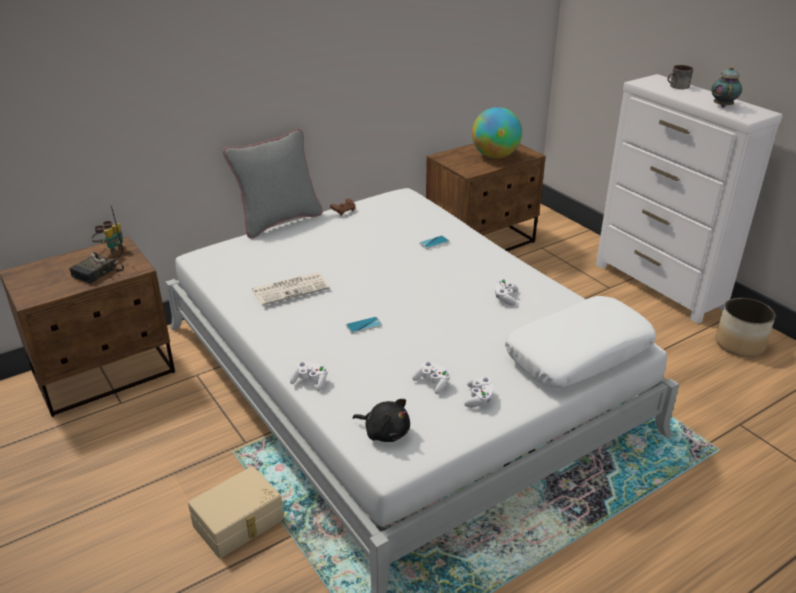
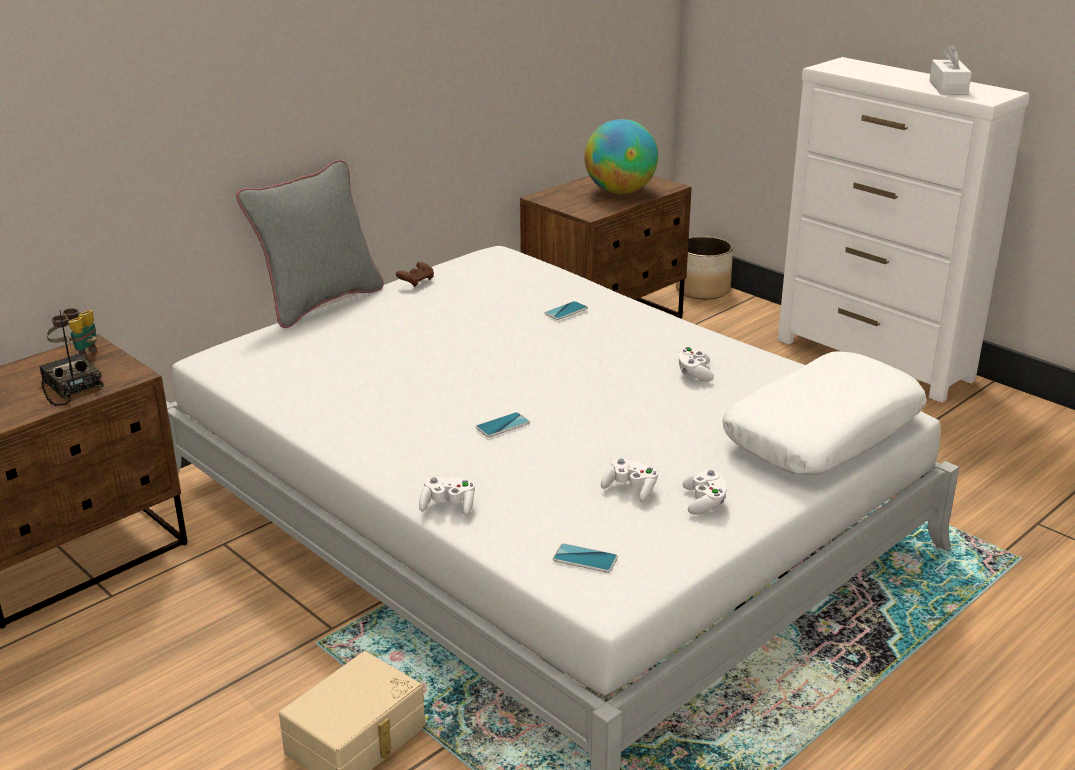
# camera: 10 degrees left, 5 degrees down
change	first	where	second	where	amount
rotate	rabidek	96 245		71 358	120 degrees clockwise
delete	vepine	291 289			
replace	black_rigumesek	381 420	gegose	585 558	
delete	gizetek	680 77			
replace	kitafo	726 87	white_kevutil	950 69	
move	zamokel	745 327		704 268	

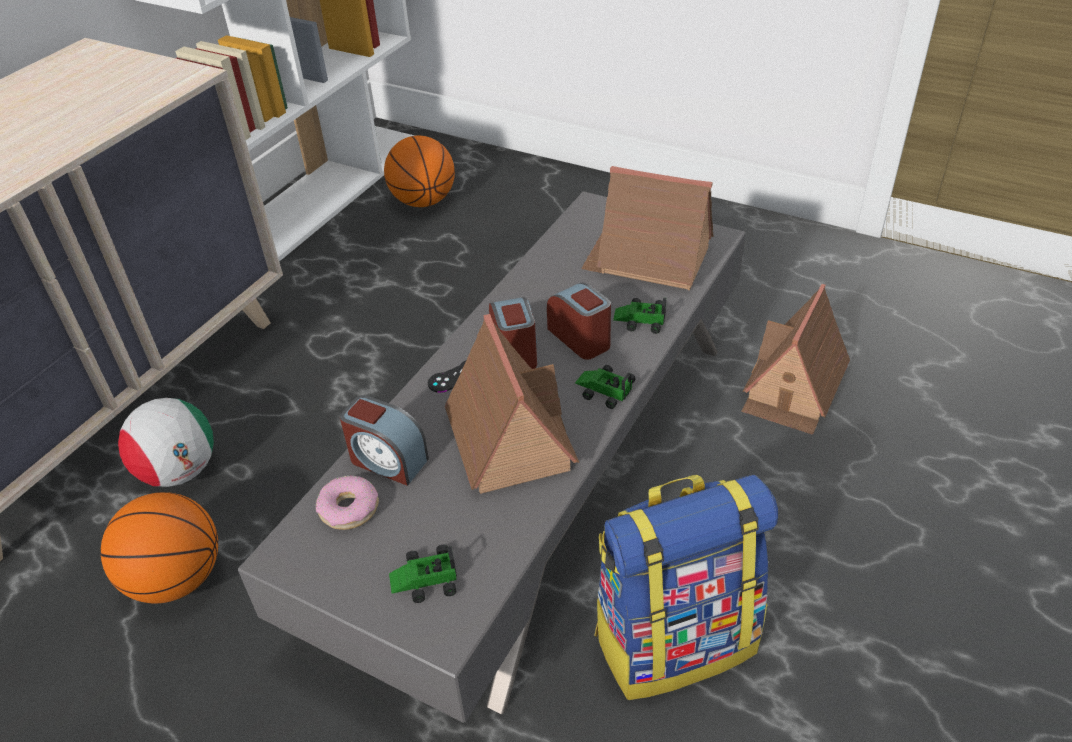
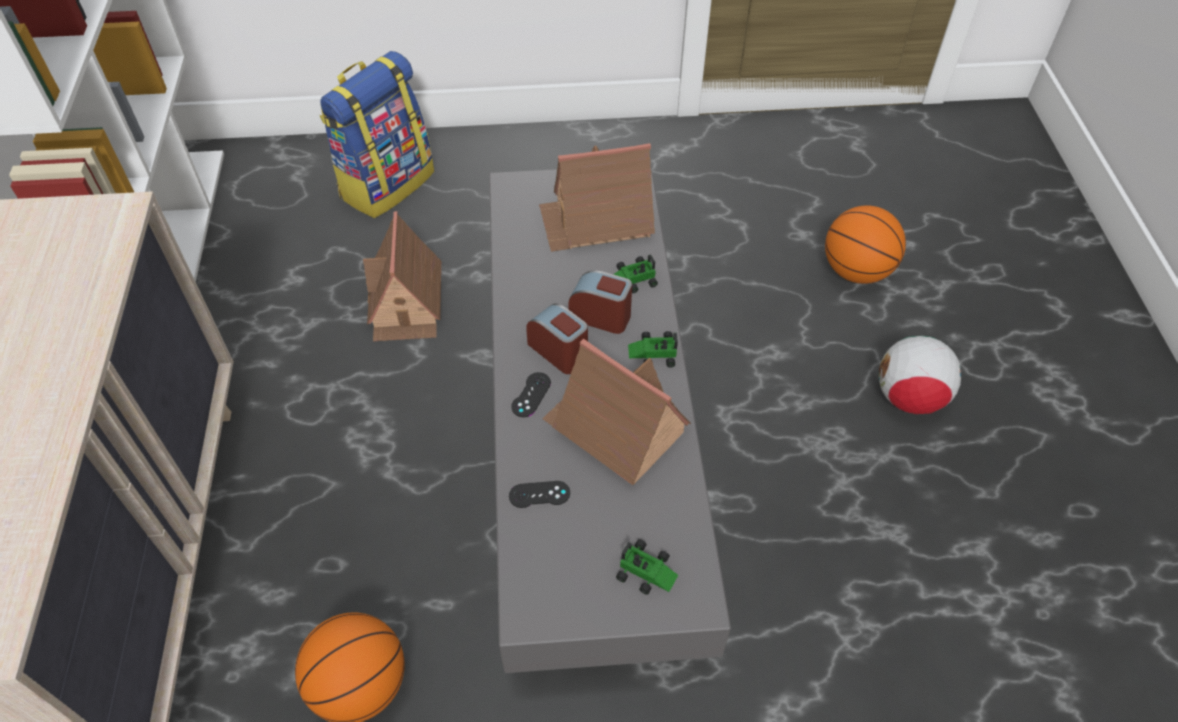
# camera: 35 degrees left, 10 degrees up
change	first	where	second	where	amount
move	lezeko	166 442		920 375	
delete	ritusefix	347 502			
replace	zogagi	384 440	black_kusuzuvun	539 494	
move	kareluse	419 171		865 244	
rotate	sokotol	423 574		647 567	105 degrees counterclockwise
move	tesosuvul	686 587		377 134	
move	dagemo	795 359		402 276	

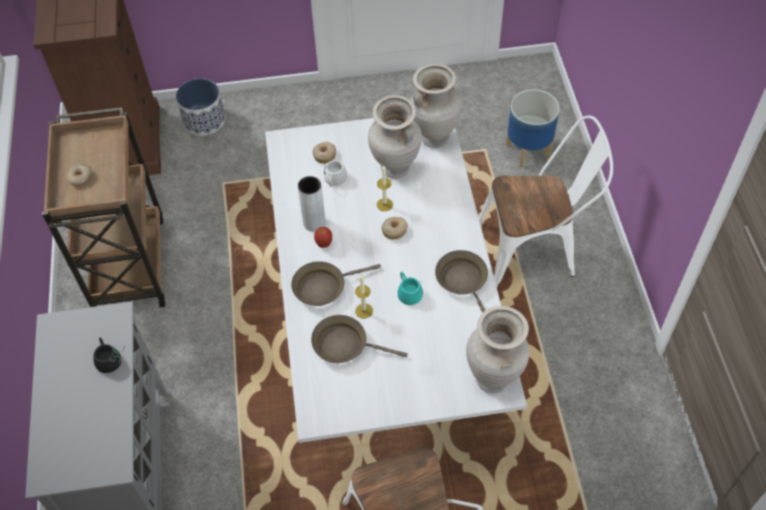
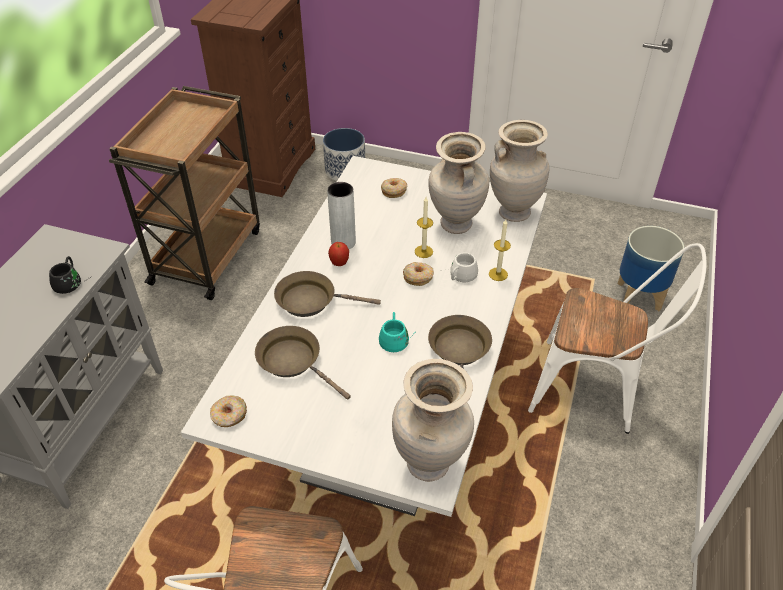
# camera: 25 degrees right, 10 degrees down
change	first	where	second	where	amount
move	ritusefix	79 174		228 411	
move	white_gizetek	333 173		460 267	
move	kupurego	364 296		500 250	

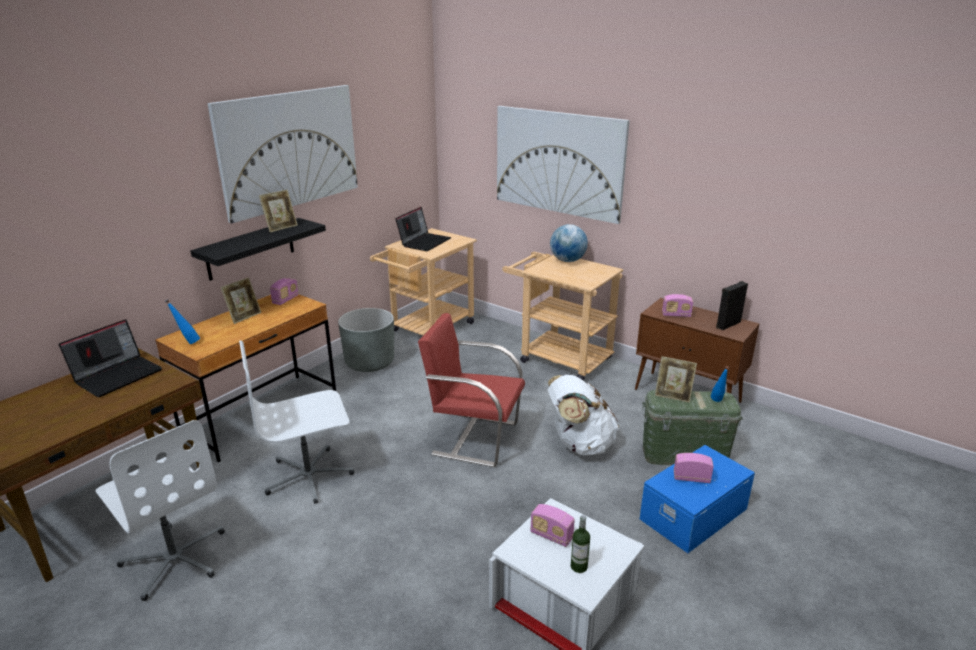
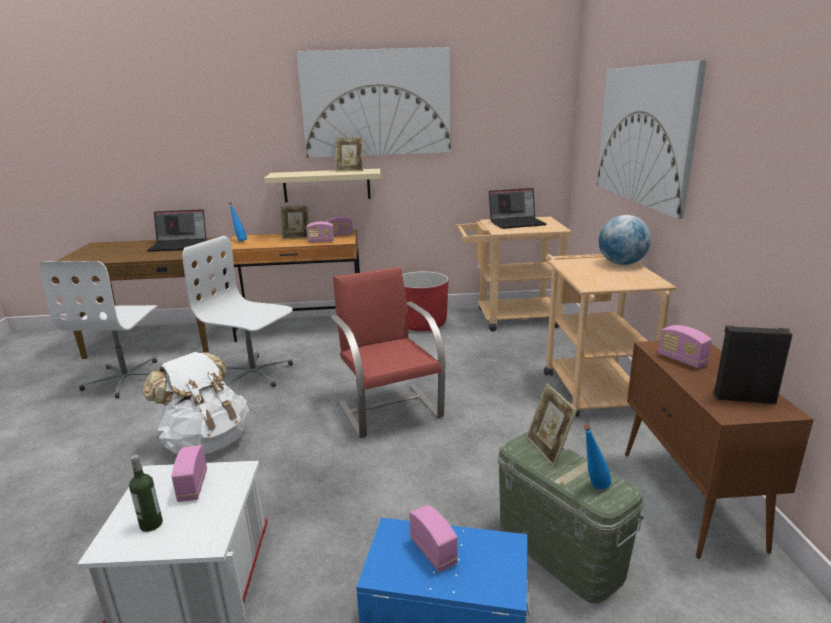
# camera: 50 degrees right, 5 degrees down
change	first	where	second	where	amount
recolor	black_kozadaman	258 249	beige_kozadaman	322 185	
recolor	grey_zamokel	366 340	red_zamokel	425 301	
move	white_tesosuvul	583 415		196 403	
insert			rabidek	320 232	

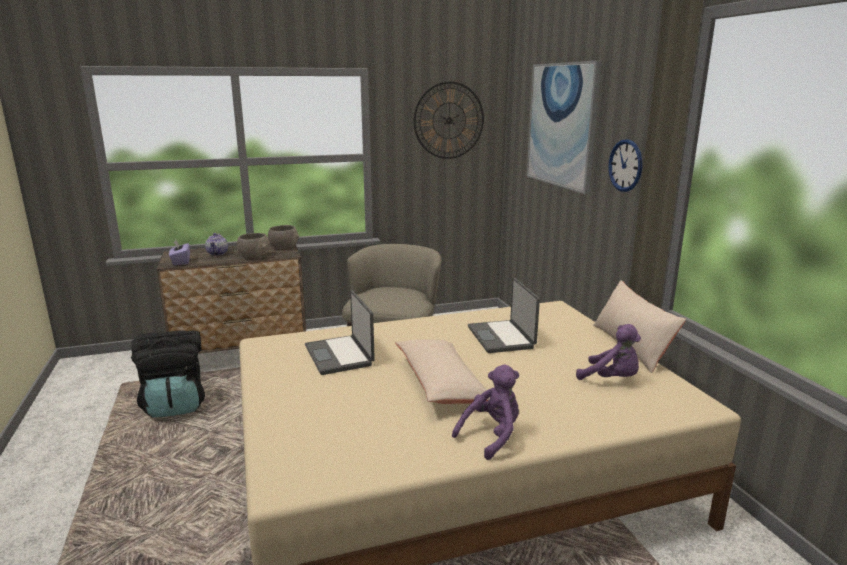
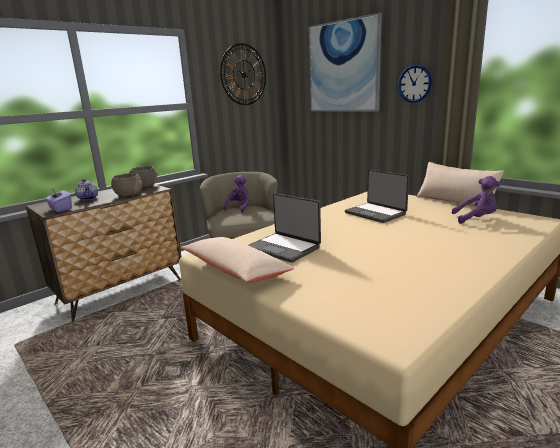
# camera: 25 degrees left, 0 degrees up
change	first	where	second	where	amount
delete	black_tesosuvul	168 374			
move	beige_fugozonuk	442 371		238 260	
move	purple_rigumesek	485 412		237 194	

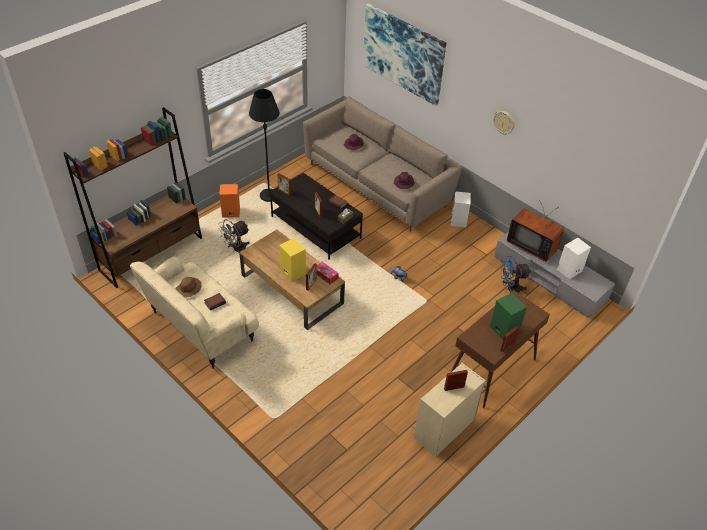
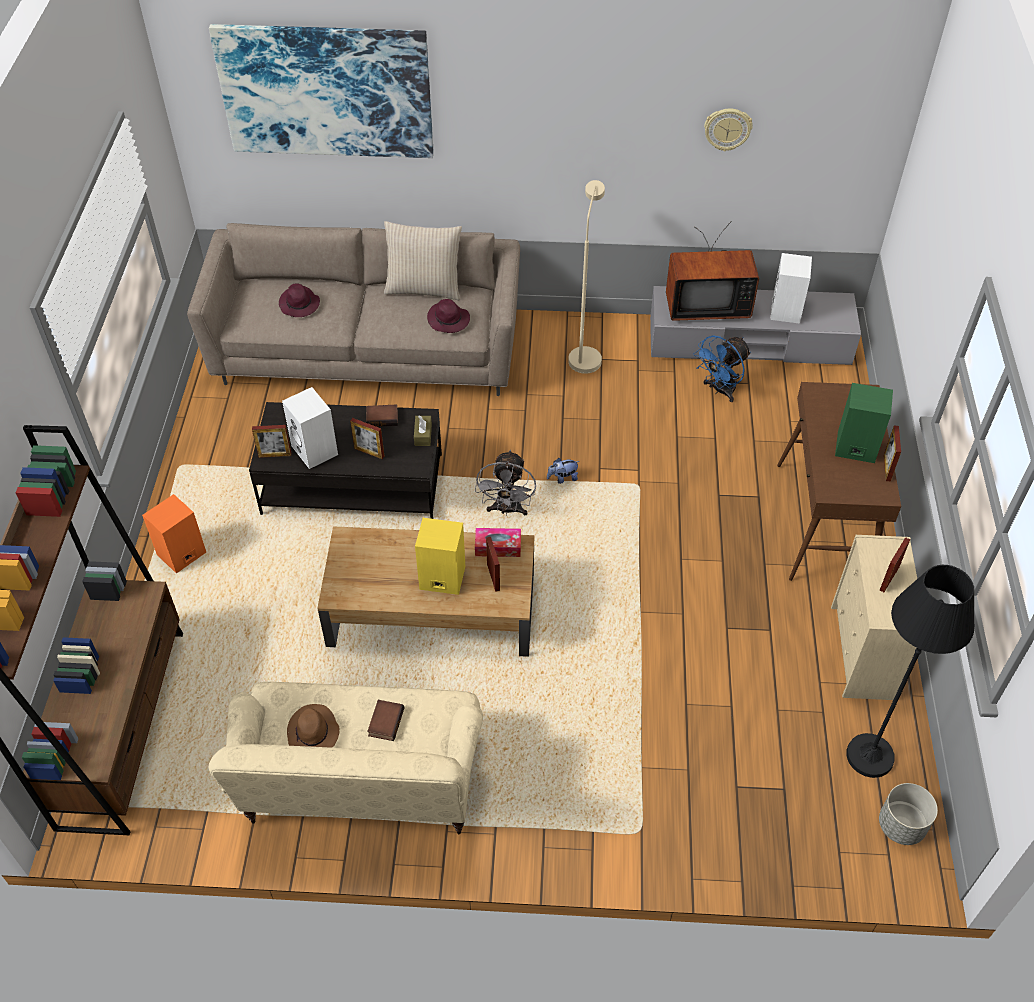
# camera: 40 degrees left, 5 degrees up
change	first	where	second	where	amount
move	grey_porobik	234 236		505 483	
move	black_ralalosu	264 145		910 671	
move	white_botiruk	461 209		310 428	
move	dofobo	504 123		728 130	
insert			beige_fugozonuk	423 260	
insert			beige_ralalosu	586 277	
insert			grey_zamokel	908 814	

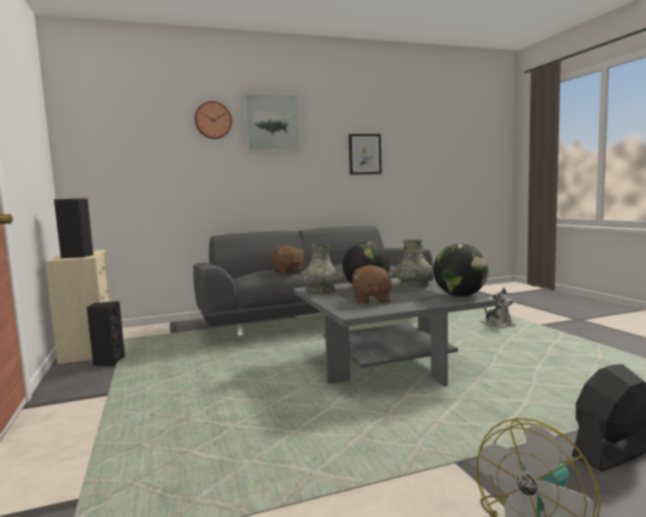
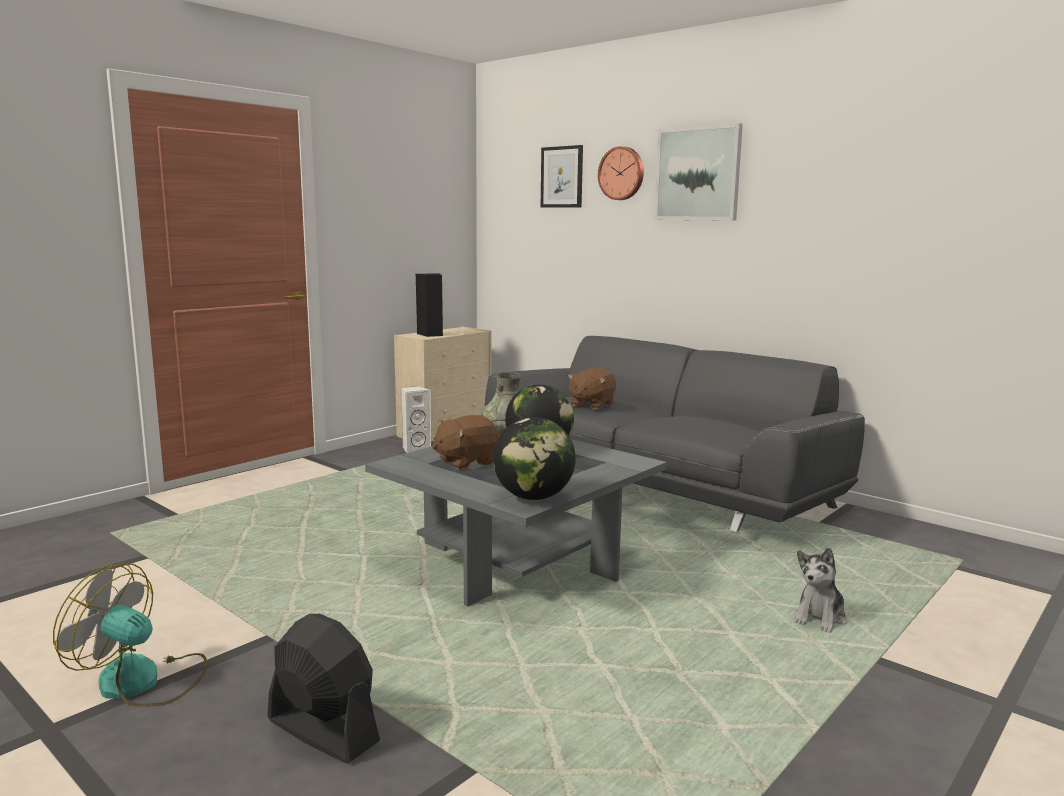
# camera: 60 degrees right, 5 degrees up
change	first	where	second	where	amount
recolor	black_botiruk	106 334	white_botiruk	416 419	
move	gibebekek	365 154		562 176	
delete	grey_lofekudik	414 263			

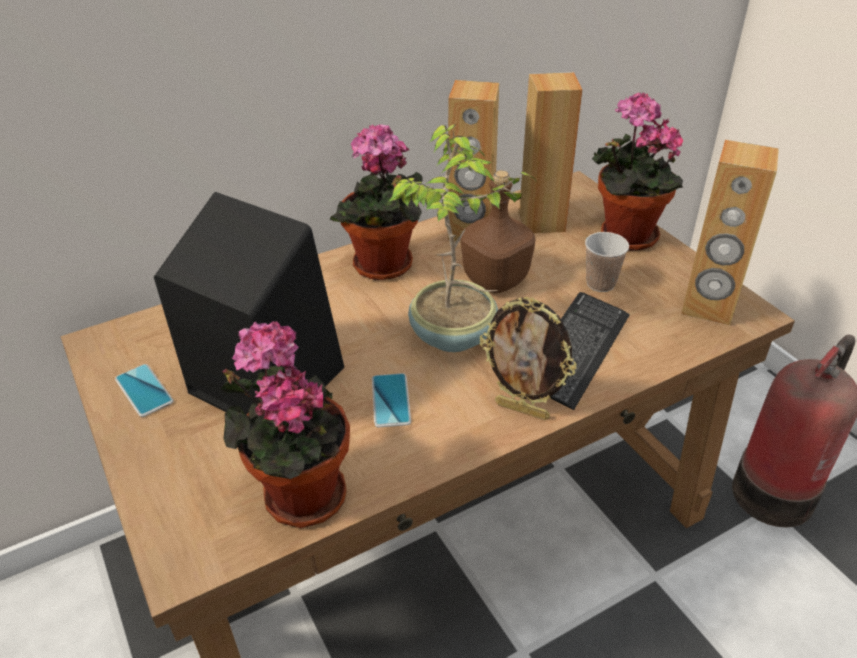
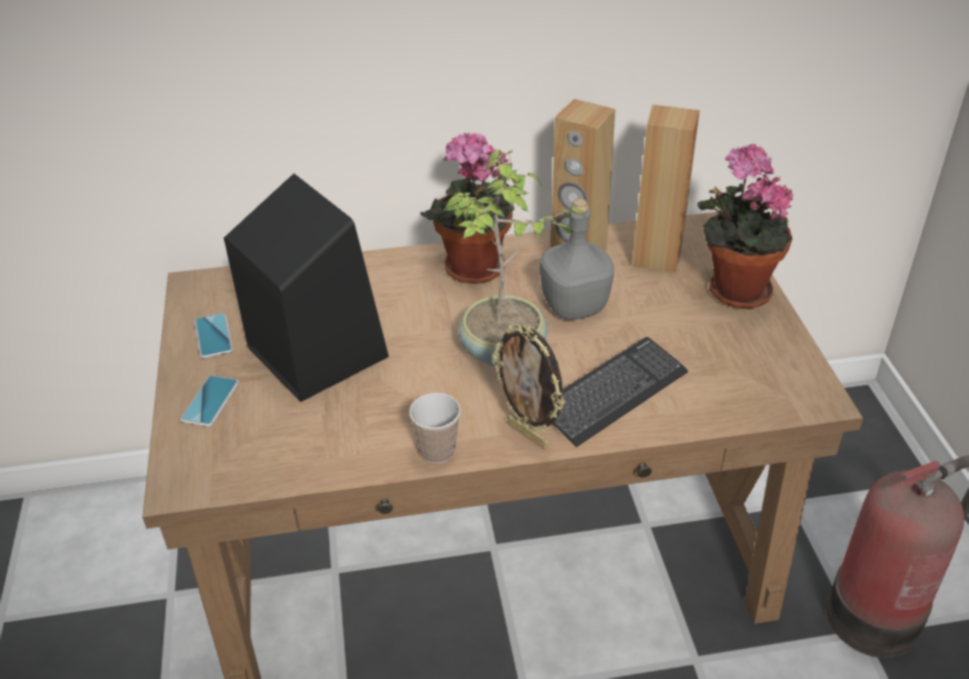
# camera: 20 degrees right, 0 degrees up
change	first	where	second	where	amount
delete	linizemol	285 424			
move	gegose	391 400		209 401	
recolor	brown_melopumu	498 231	grey_melopumu	577 259	
move	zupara	607 262		435 428	
delete	brown_botiruk	730 233			

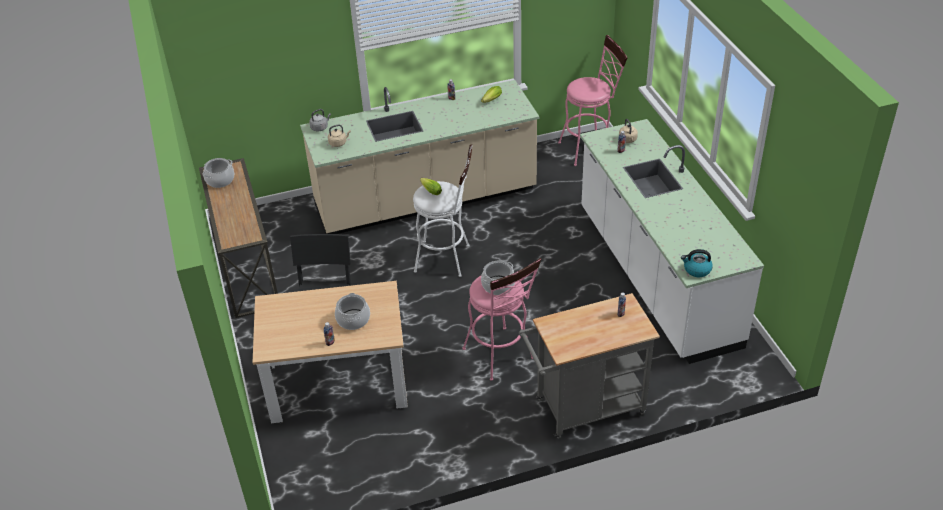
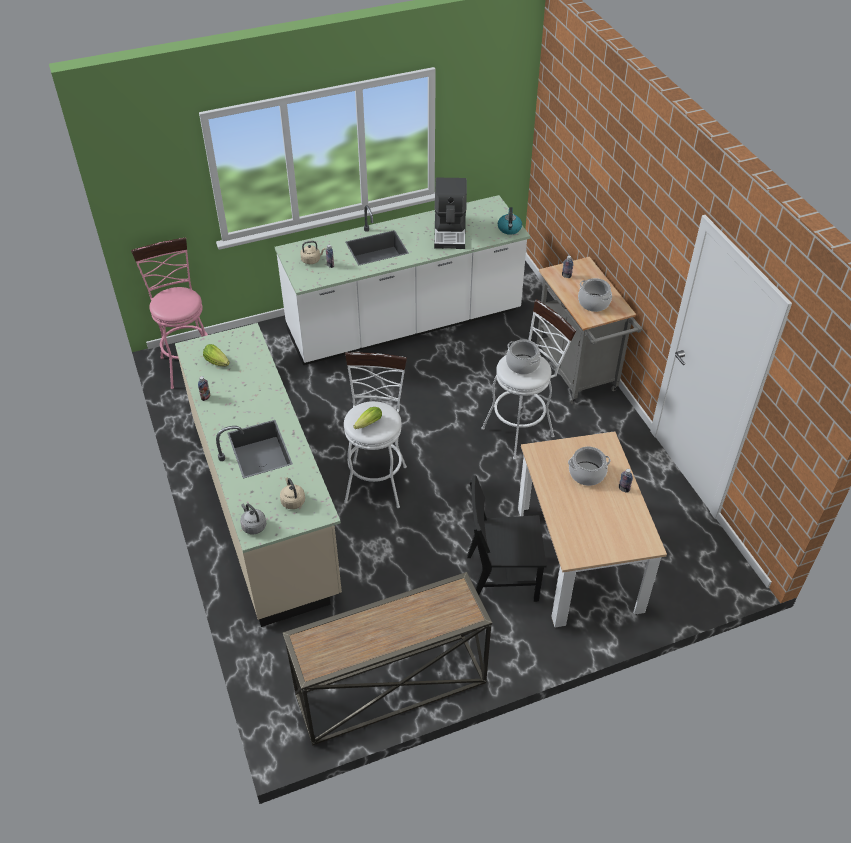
# camera: 95 degrees left, 5 degrees up
change	first	where	second	where	amount
move	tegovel	218 173		595 295	
recolor	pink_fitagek	501 319	white_fitagek	528 379	
insert			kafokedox	450 213	

